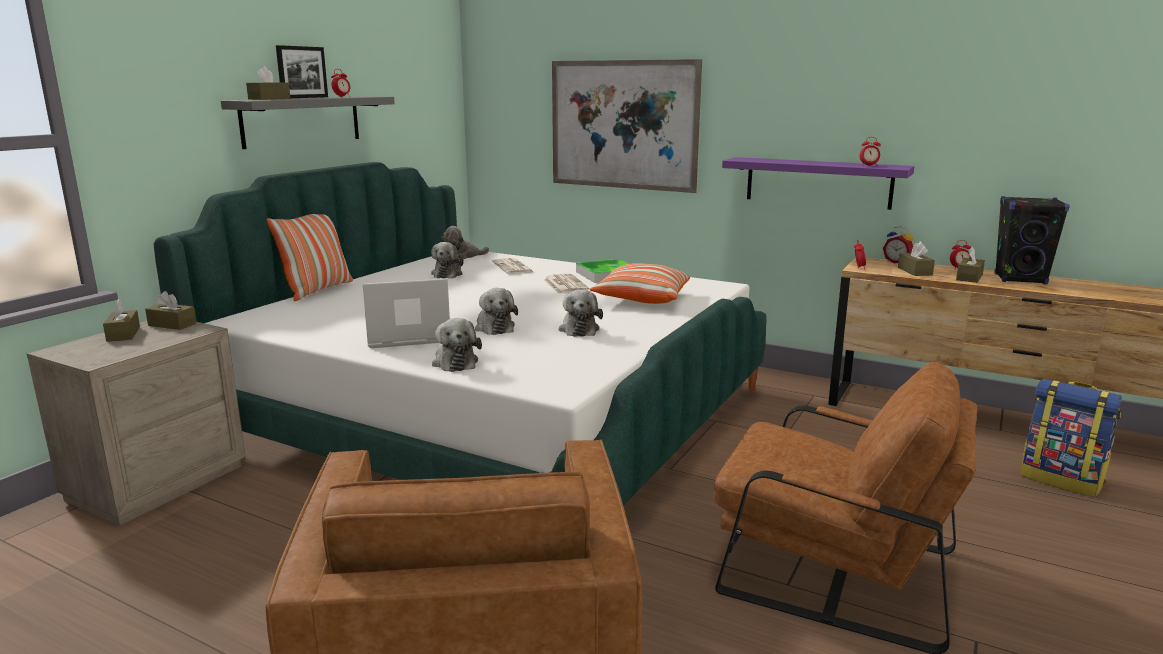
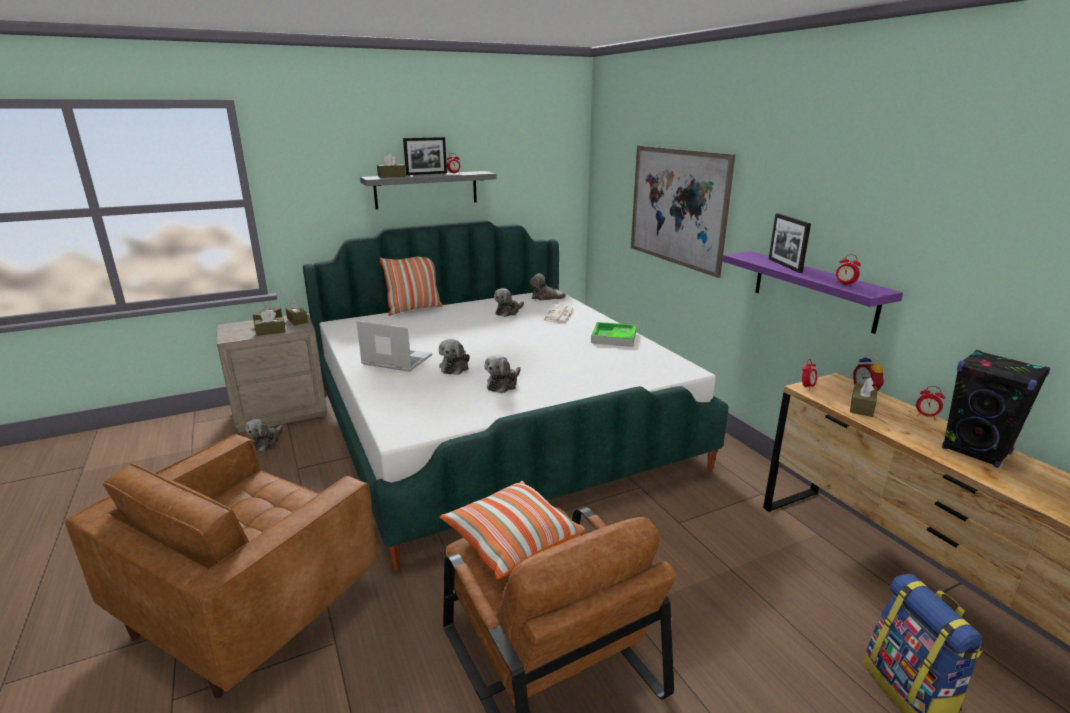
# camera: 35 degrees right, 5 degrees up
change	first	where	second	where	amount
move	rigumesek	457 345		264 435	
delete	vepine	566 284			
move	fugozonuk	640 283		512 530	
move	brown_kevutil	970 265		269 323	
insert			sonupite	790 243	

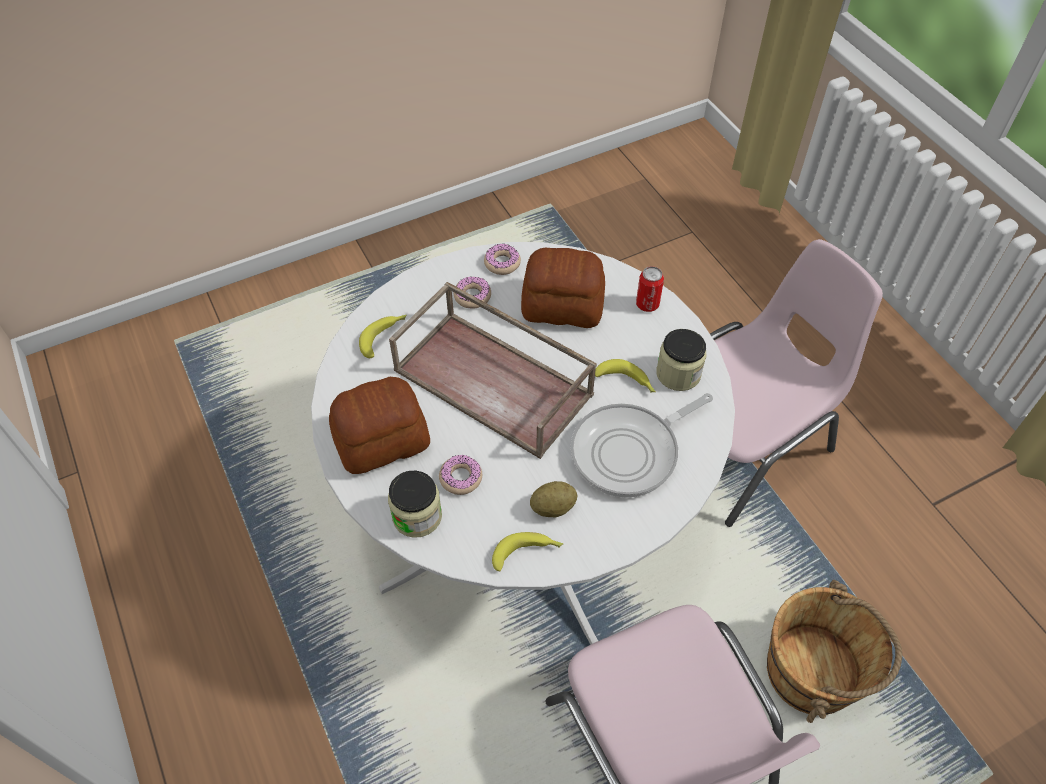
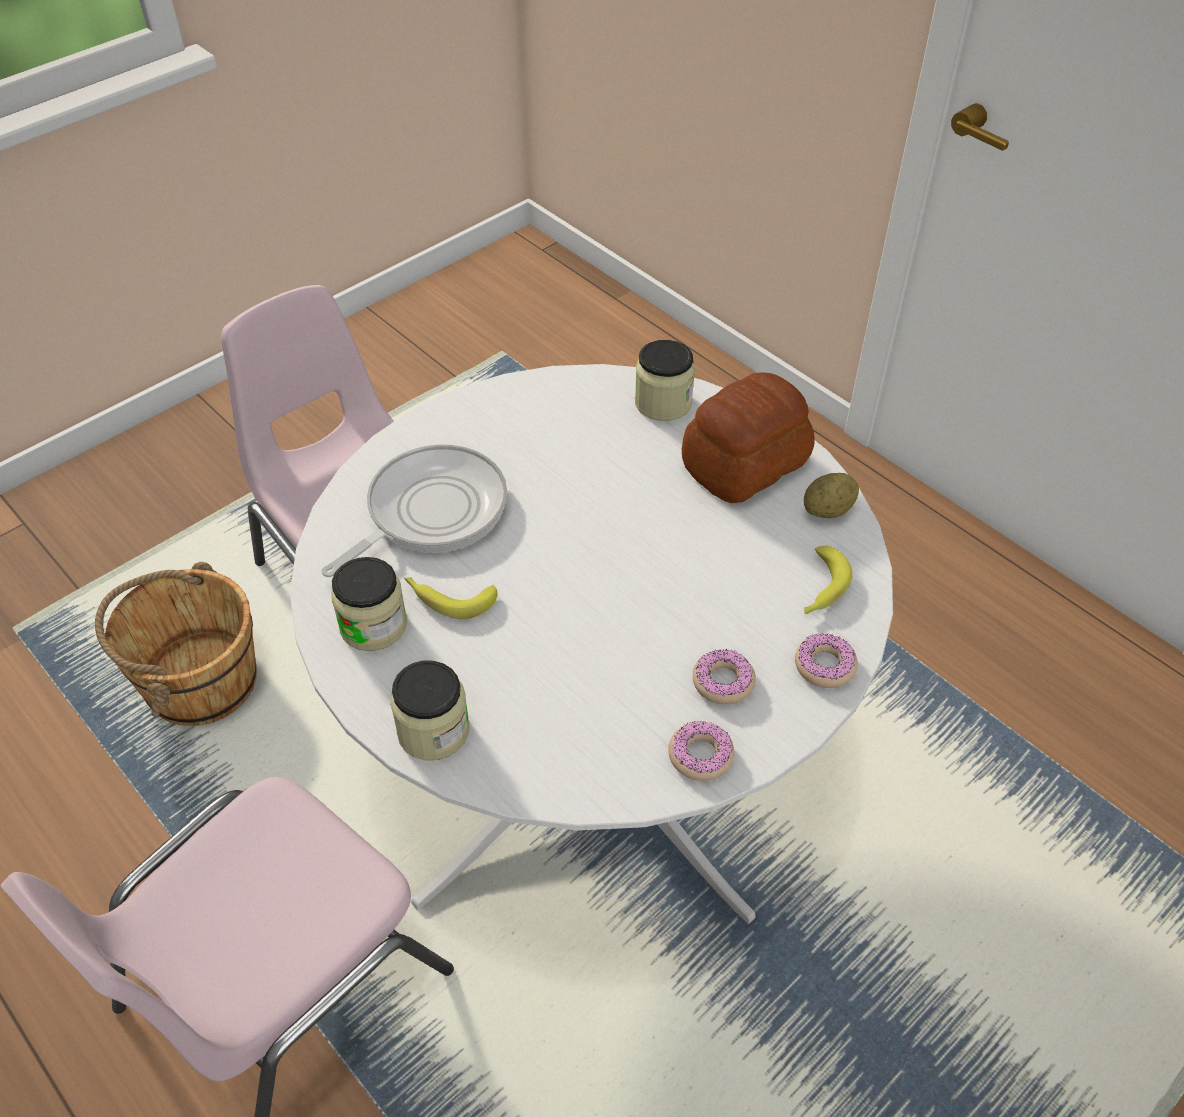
# camera: 165 degrees right, 5 degrees down
change	first	where	second	where	amount
delete	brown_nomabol	493 370			
move	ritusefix	460 474		826 660	
delete	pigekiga	528 551			
delete	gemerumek	563 287			
move	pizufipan	553 499		831 495	
replace	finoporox	650 289	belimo	430 710	

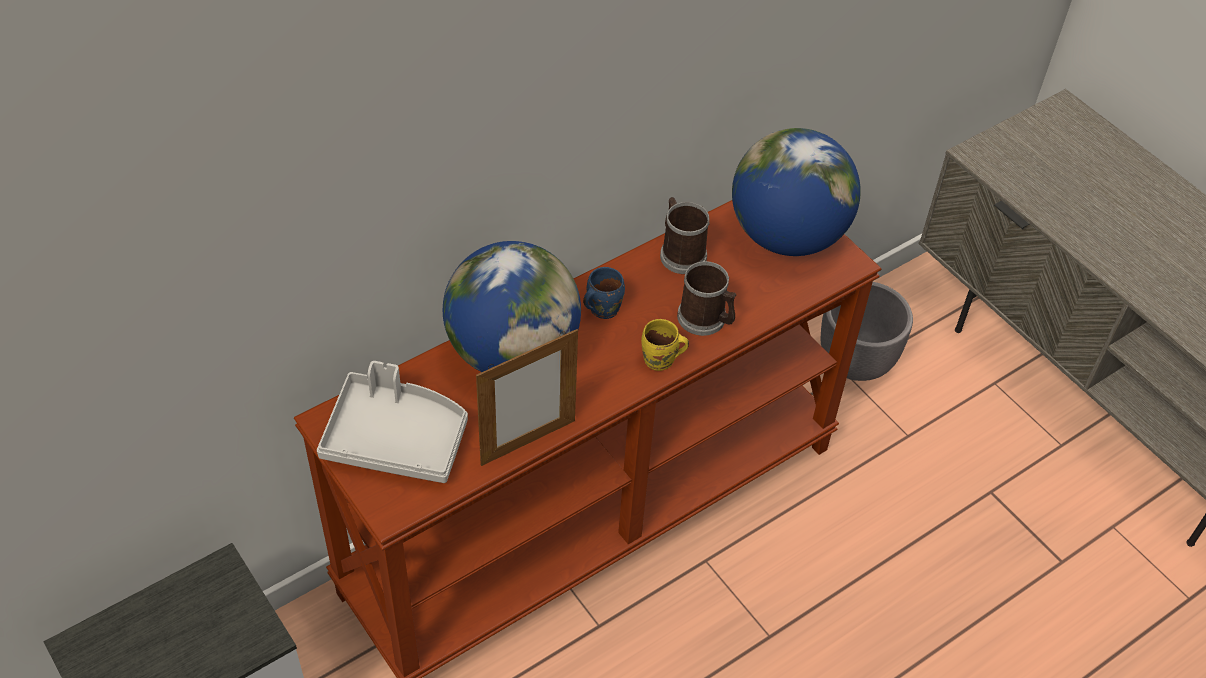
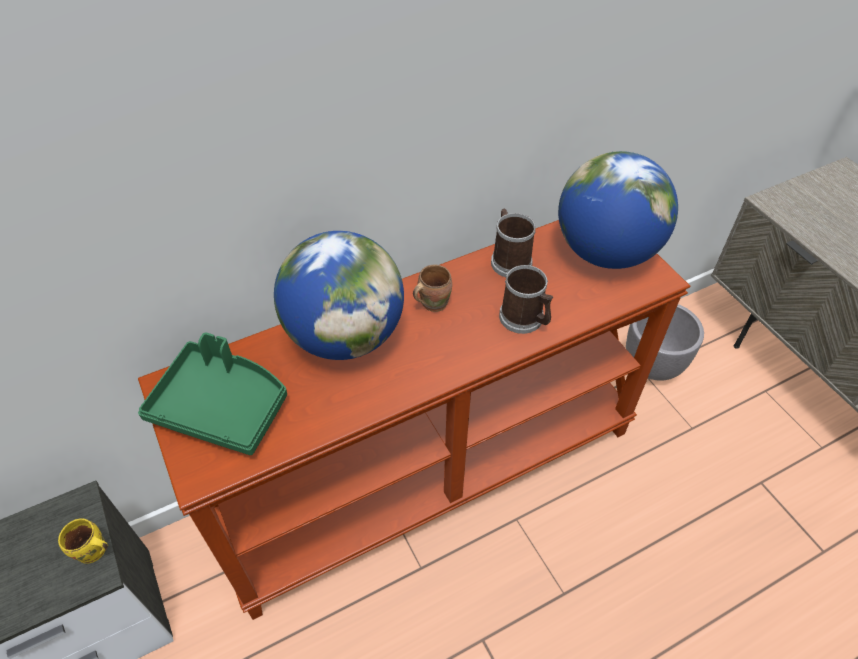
# camera: 10 degrees right, 0 degrees up
change	first	where	second	where	amount
recolor	grey_nomabol	392 422	green_nomabol	212 393	
delete	sonupite	527 397			
recolor	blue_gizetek	604 293	brown_gizetek	432 288	
move	yellow_gizetek	665 345		83 541	

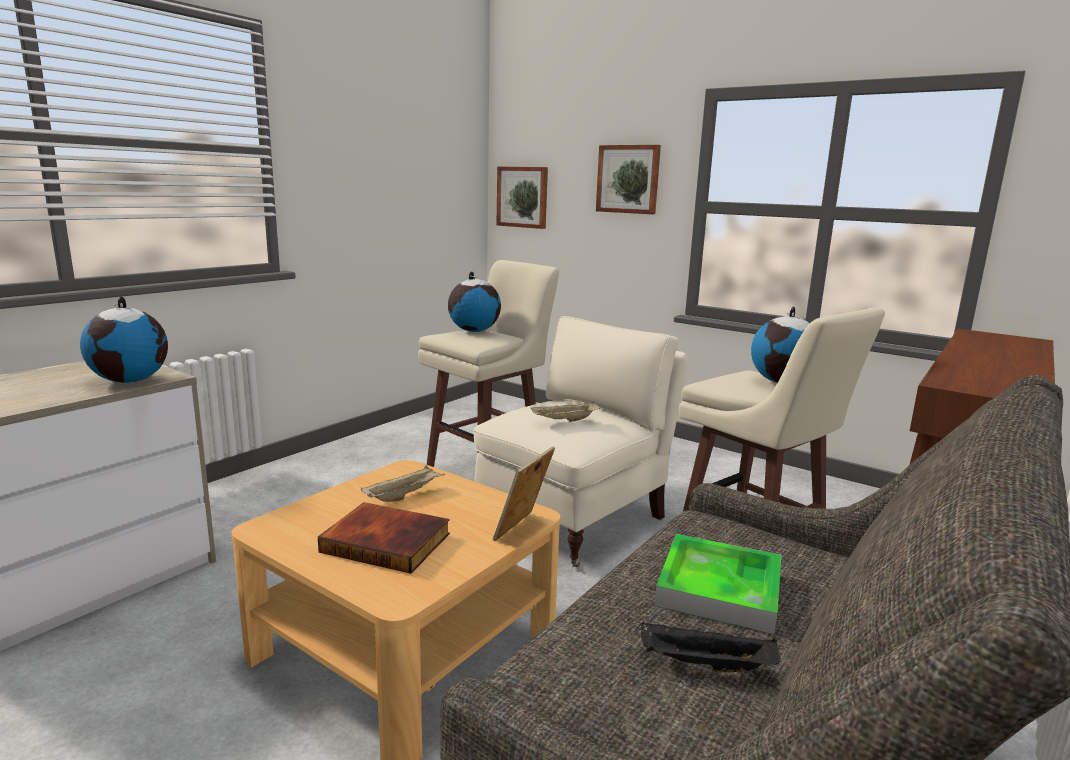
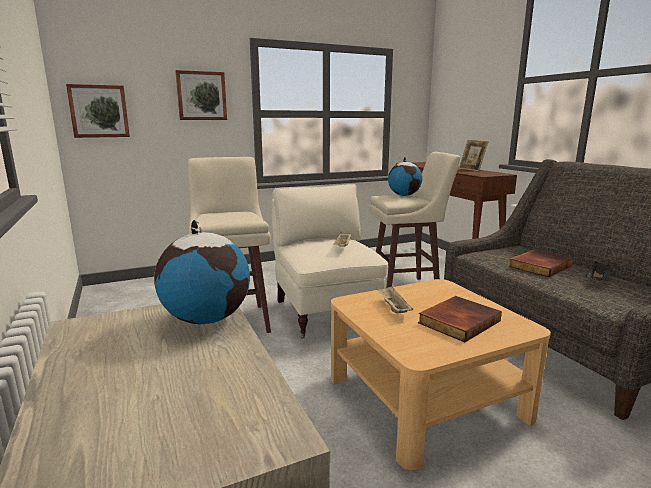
# camera: 60 degrees left, 0 degrees up
change	first	where	second	where	amount
delete	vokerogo	474 301			
move	sonupite	524 493		474 155	
replace	nomabol	718 584	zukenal	540 263	

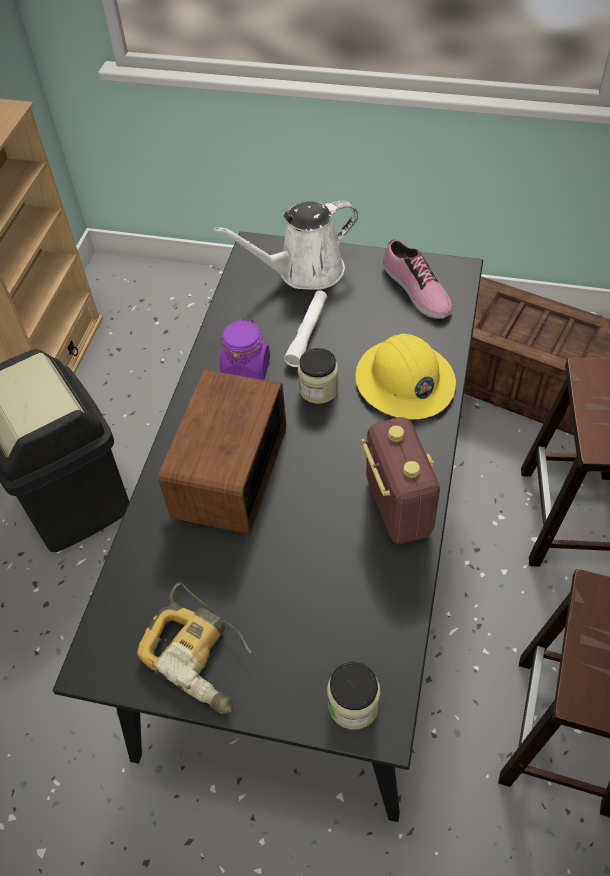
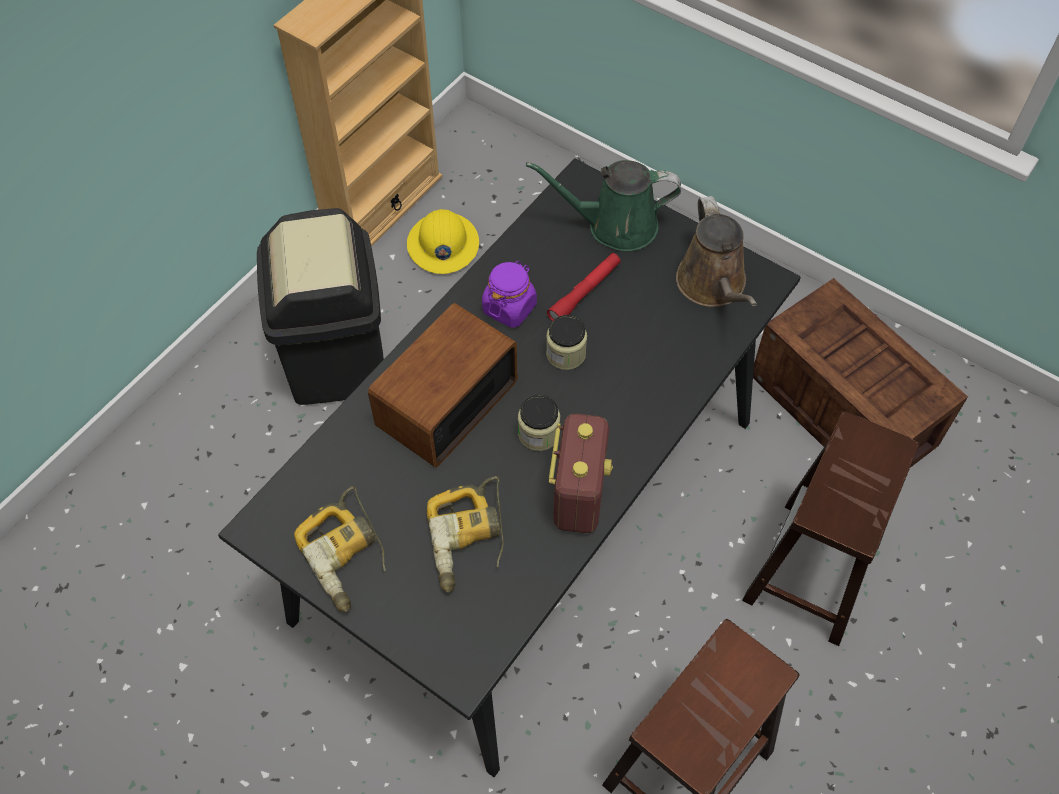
# camera: 20 degrees right, 5 degrees up
change	first	where	second	where	amount
recolor	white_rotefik	286 245	green_rotefik	603 206	
recolor	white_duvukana	305 328	red_duvukana	584 287	
move	belimo	353 696		539 423	
move	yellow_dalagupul	405 377		443 241	
replace	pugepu	417 279	brown_rotefik	716 251	
insert			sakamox	465 534	

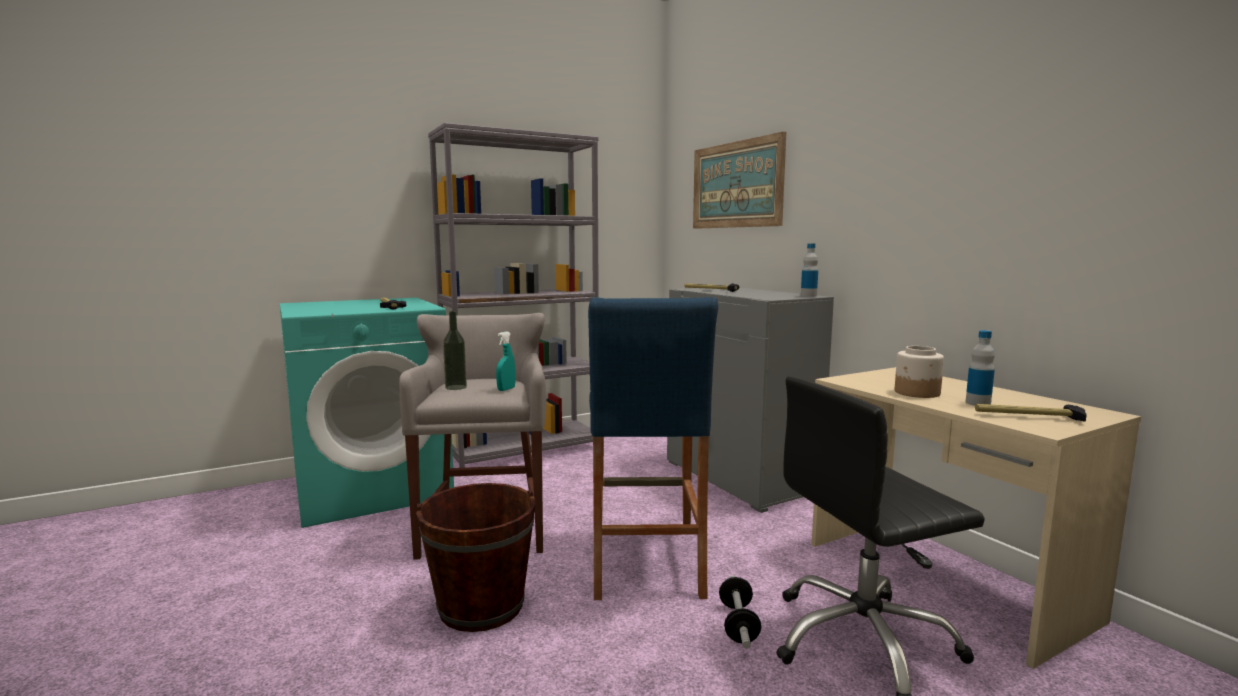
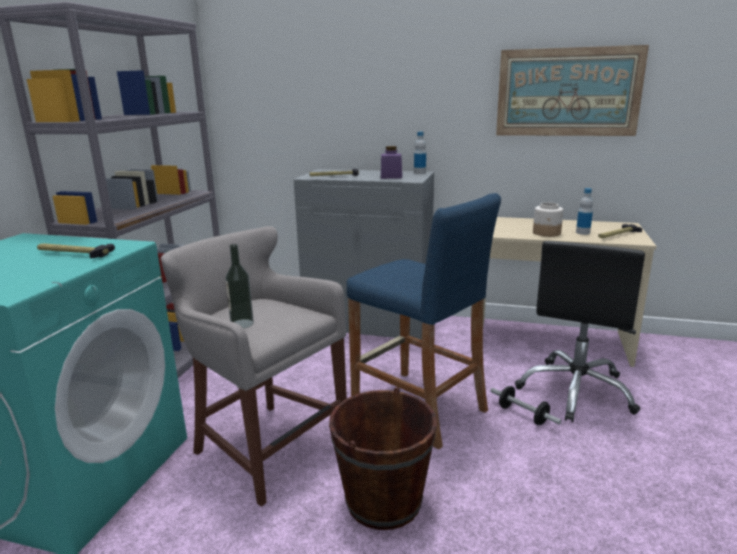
# camera: 45 degrees left, 10 degrees up
change	first	where	second	where	amount
delete	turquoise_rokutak	505 361			
move	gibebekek	739 180		572 90	
insert			purple_belimo	391 162	

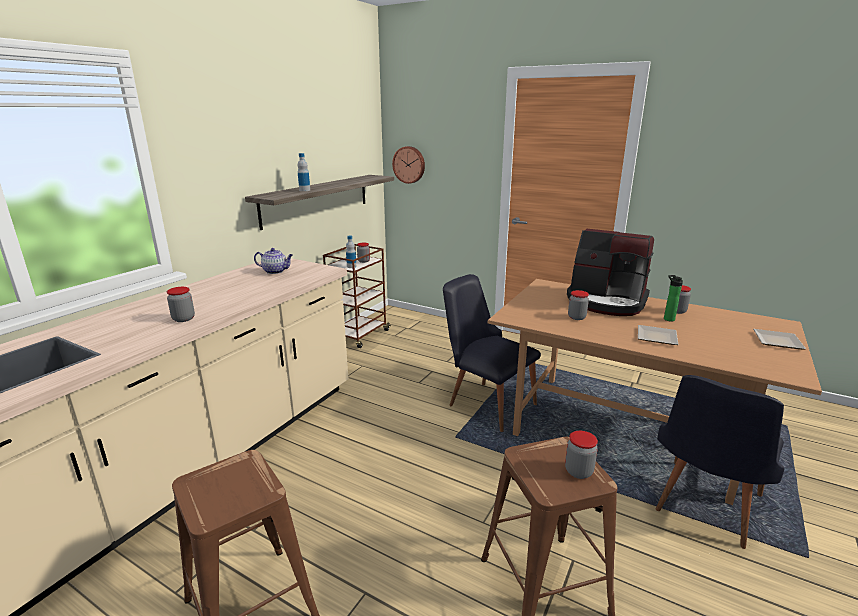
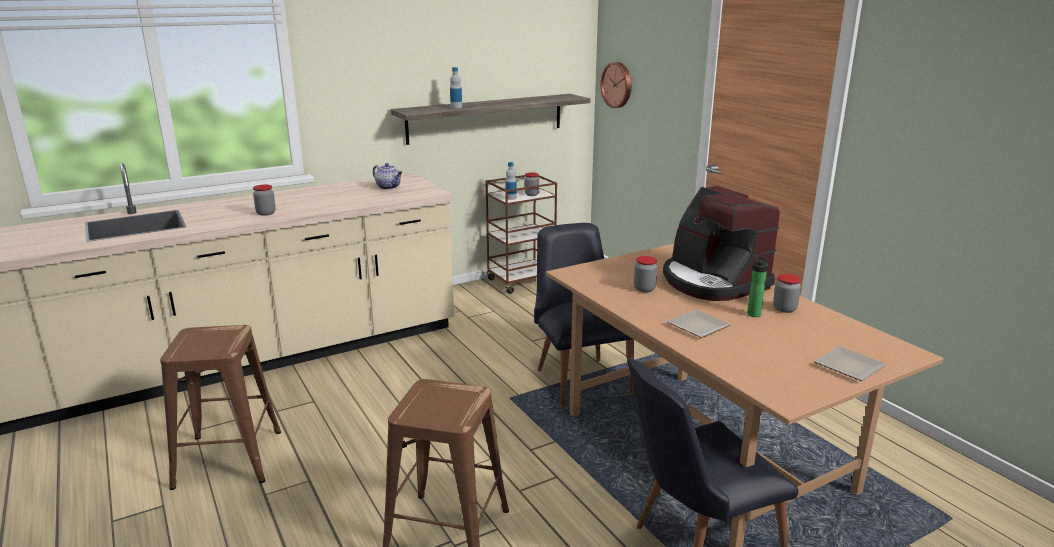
# camera: 30 degrees right, 0 degrees up
change	first	where	second	where	amount
delete	belimo	581 455			

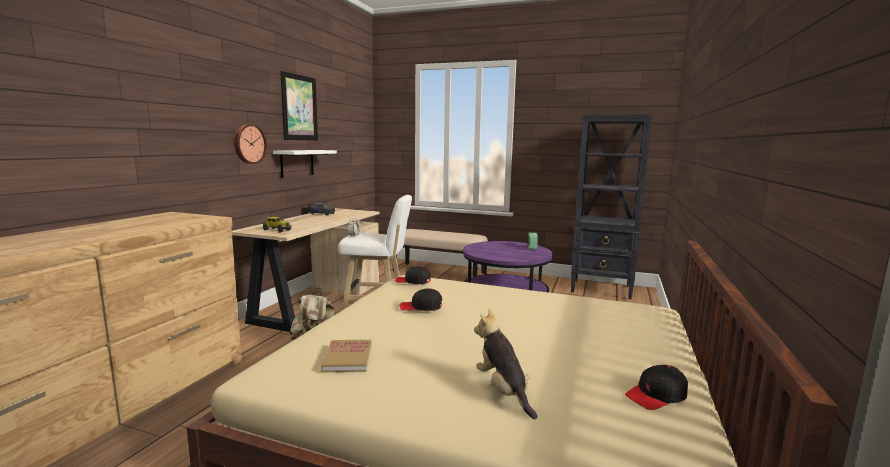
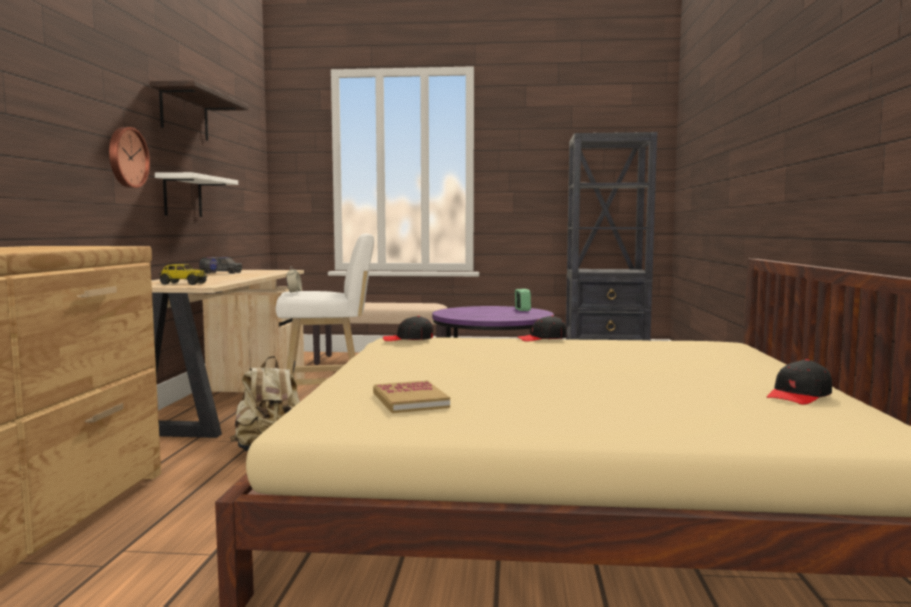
# camera: 15 degrees left, 5 degrees down
change	first	where	second	where	amount
replace	gibebekek	299 105	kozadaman	200 110	
move	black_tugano	420 299		542 328	
delete	rigumesek	505 364			

